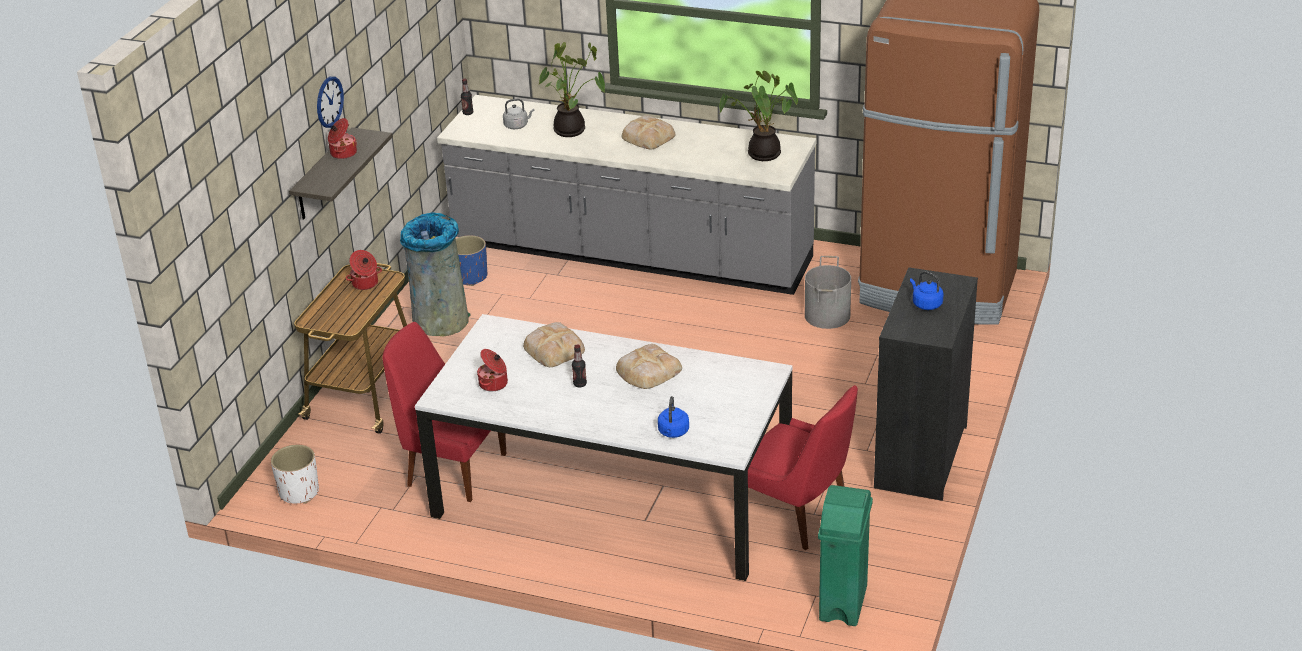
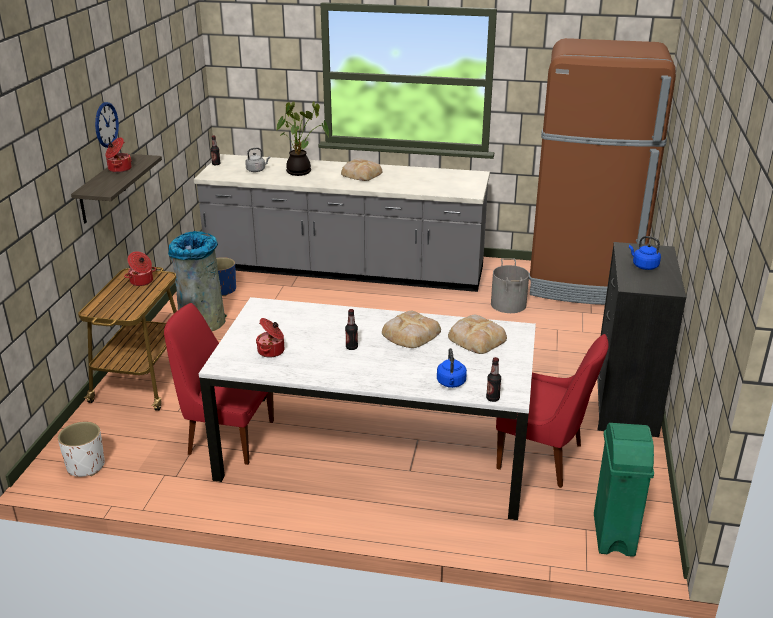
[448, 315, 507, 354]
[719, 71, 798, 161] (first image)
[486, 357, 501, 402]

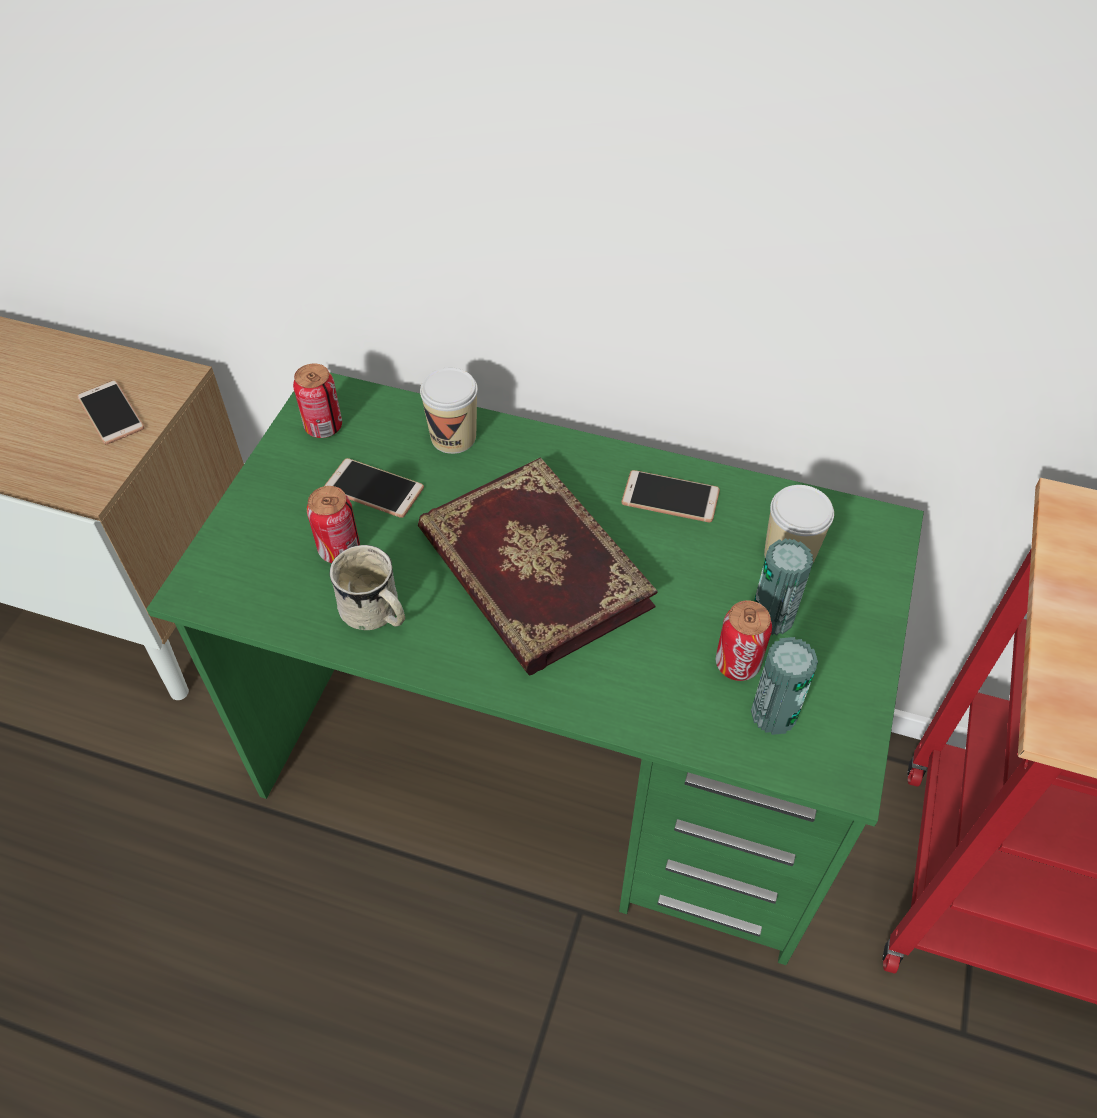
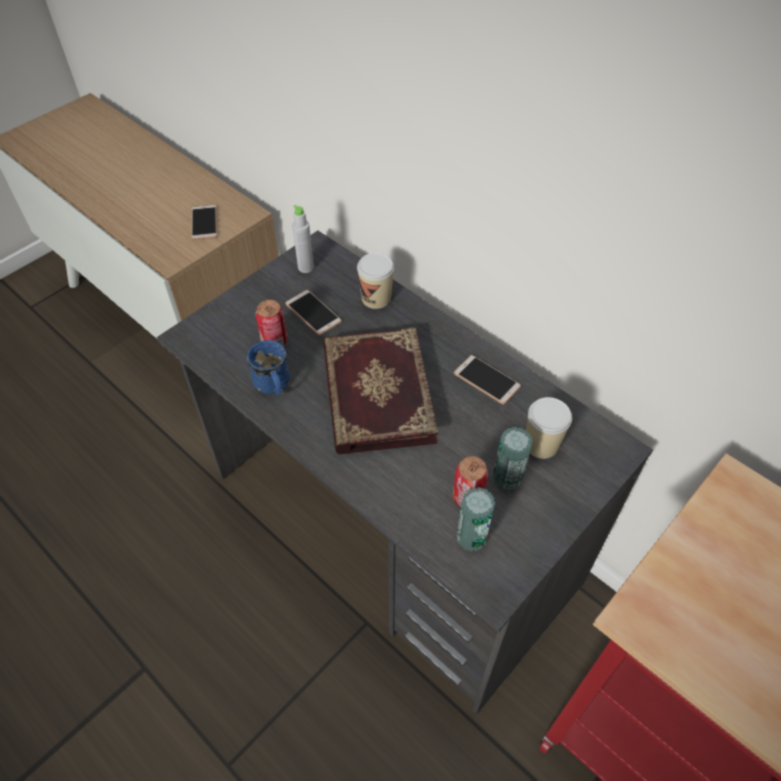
[157, 231, 653, 715]
[292, 205, 314, 273]
[247, 340, 290, 396]

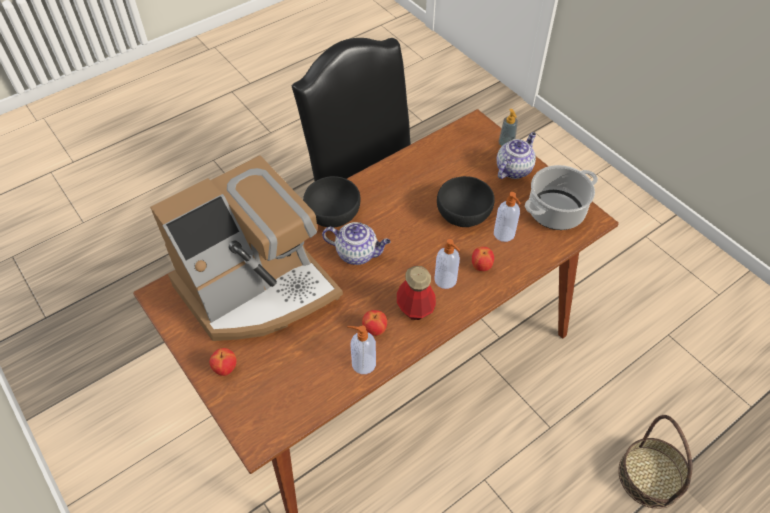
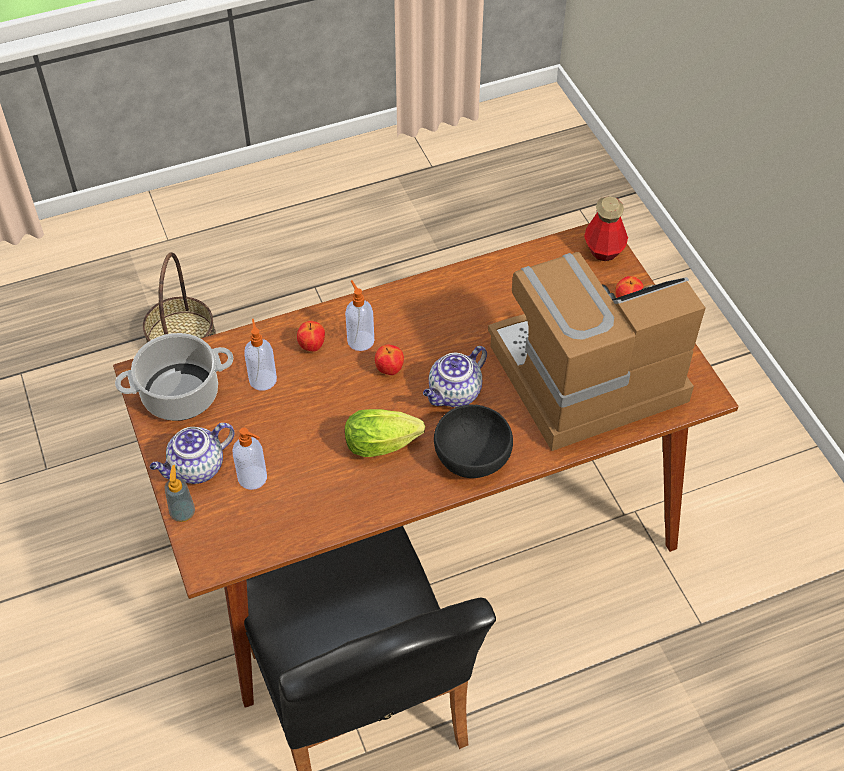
[423, 346, 487, 407]
[233, 428, 267, 490]
[375, 344, 404, 375]
[584, 196, 628, 261]
[437, 176, 495, 227] (first image)
[345, 409, 425, 457]

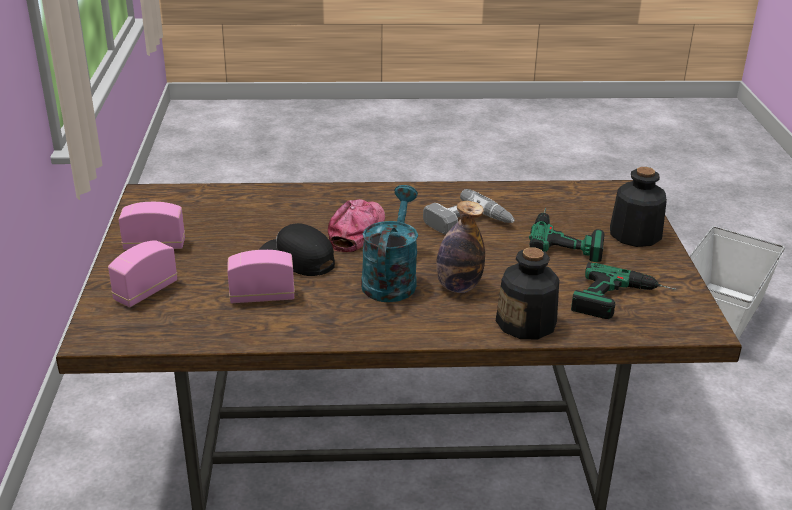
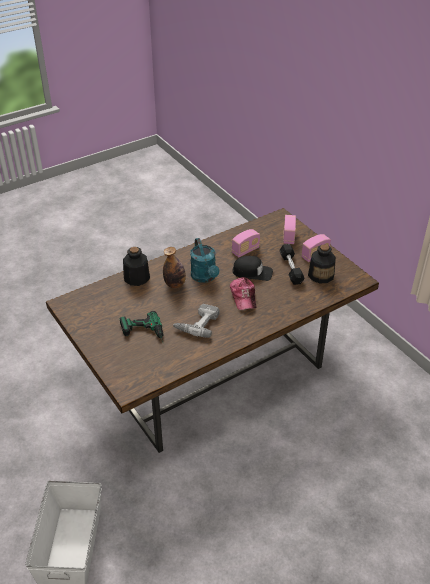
[571, 262, 676, 319] (first image)
[308, 244, 336, 283]
[279, 244, 305, 285]

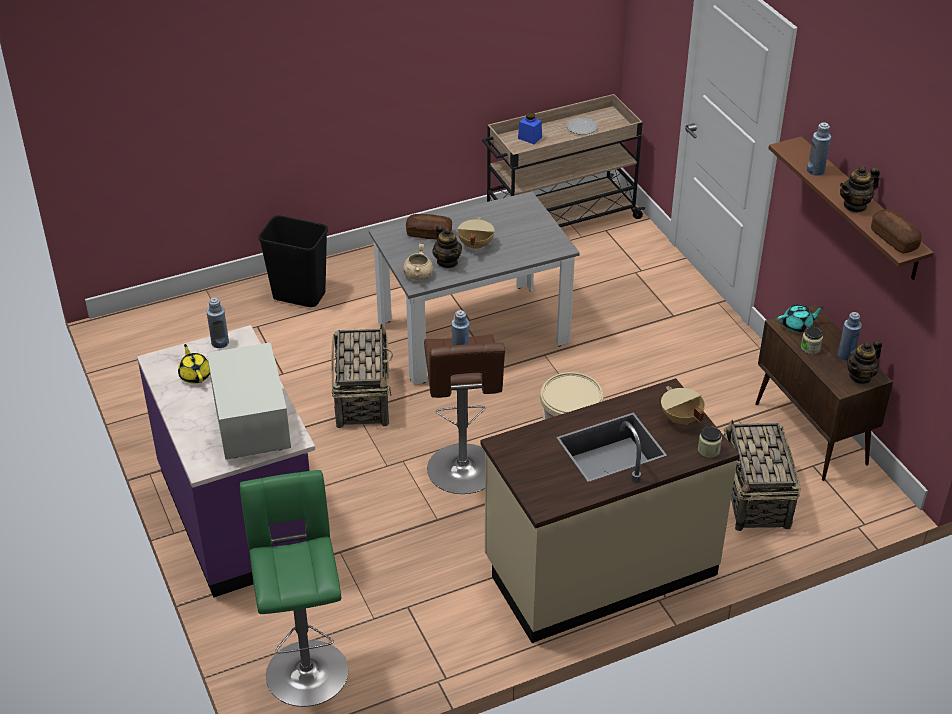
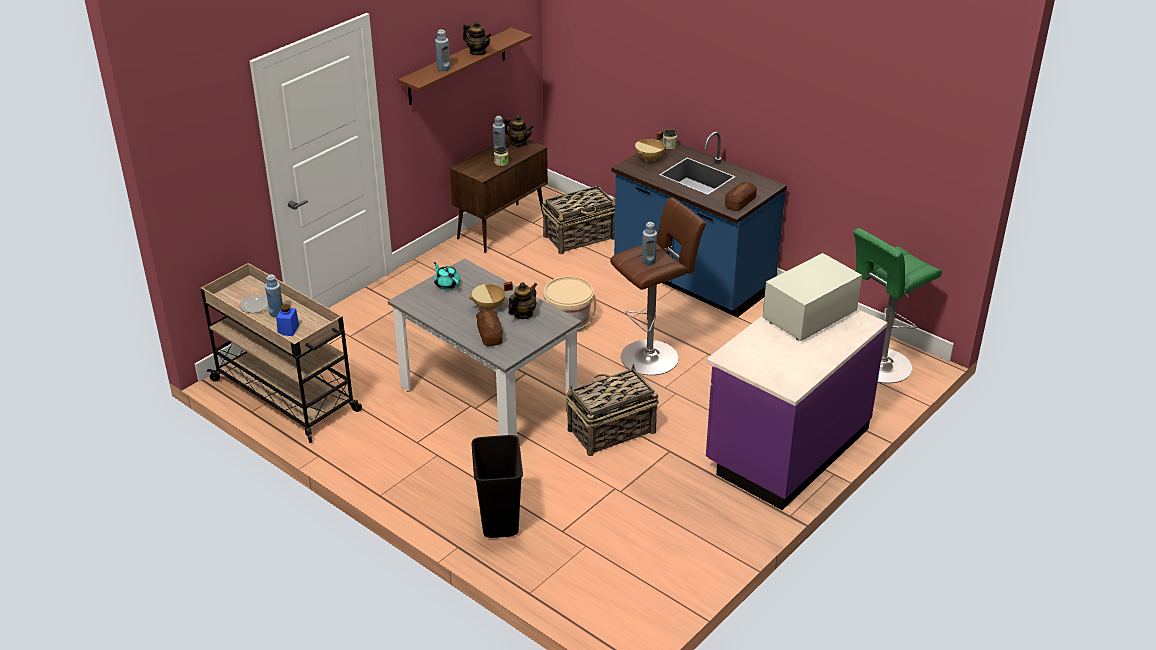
[178, 344, 210, 384] (first image)
[265, 274, 283, 318]
[403, 244, 433, 280] (first image)
[612, 132, 787, 317]
[434, 262, 460, 290]
[725, 182, 757, 211]

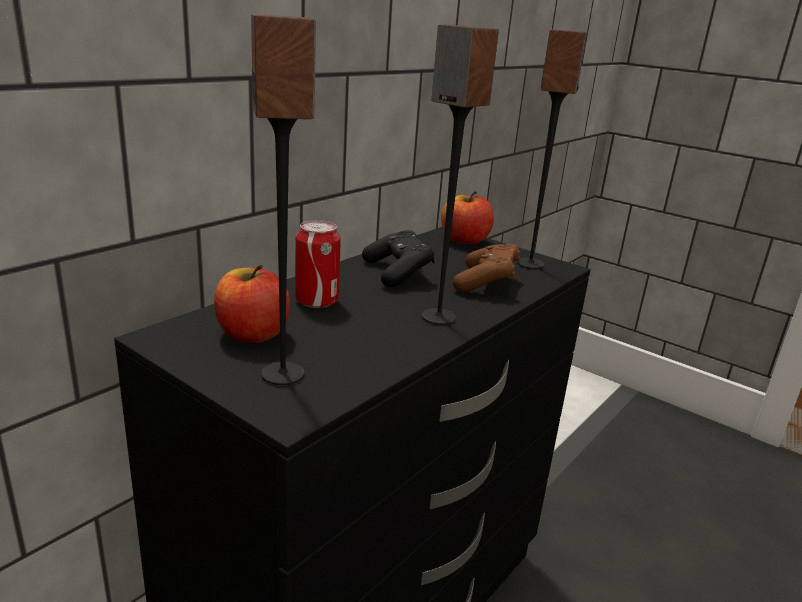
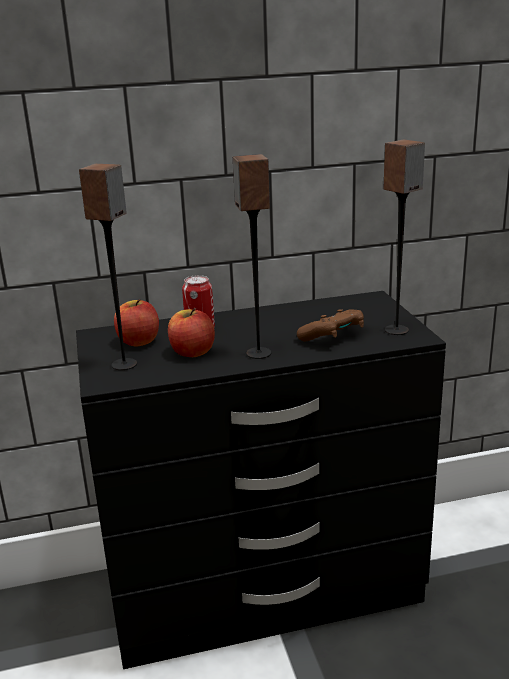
[362, 230, 434, 287] (first image)
[168, 308, 215, 357]

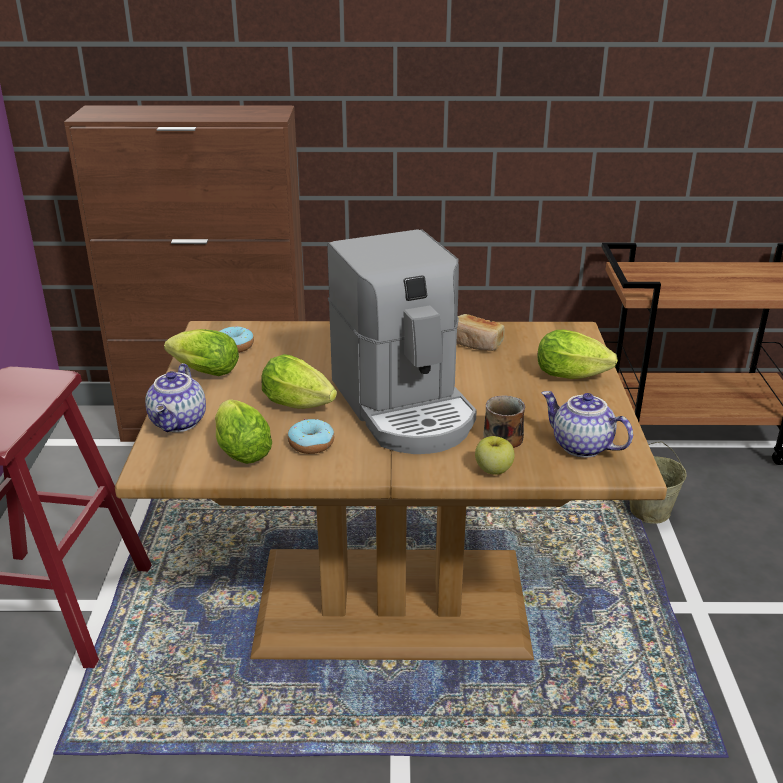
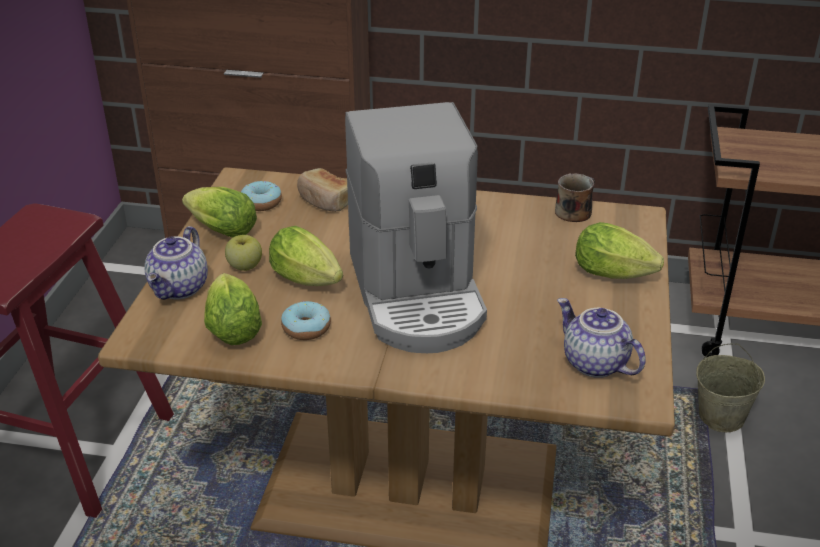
[297, 168, 348, 212]
[225, 235, 262, 271]
[555, 174, 595, 222]

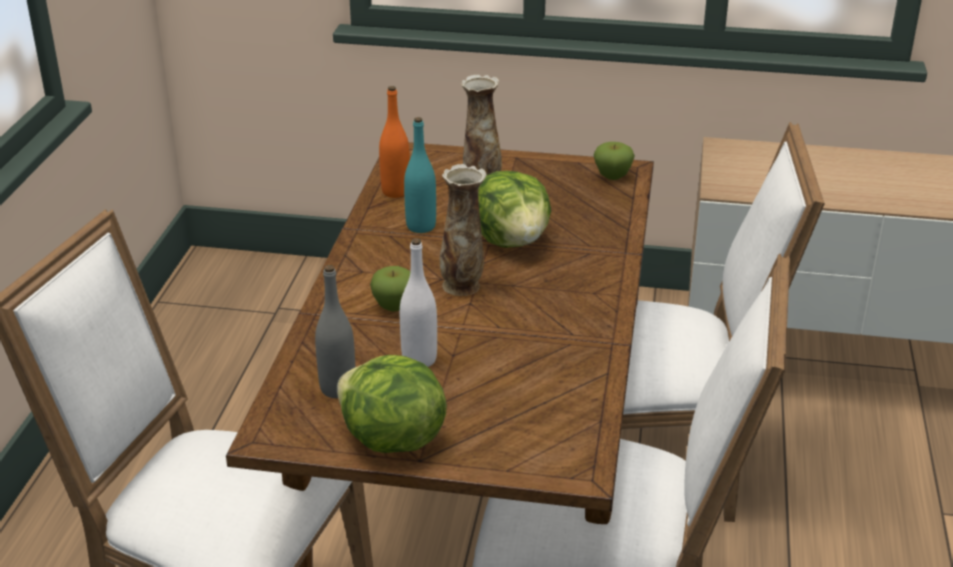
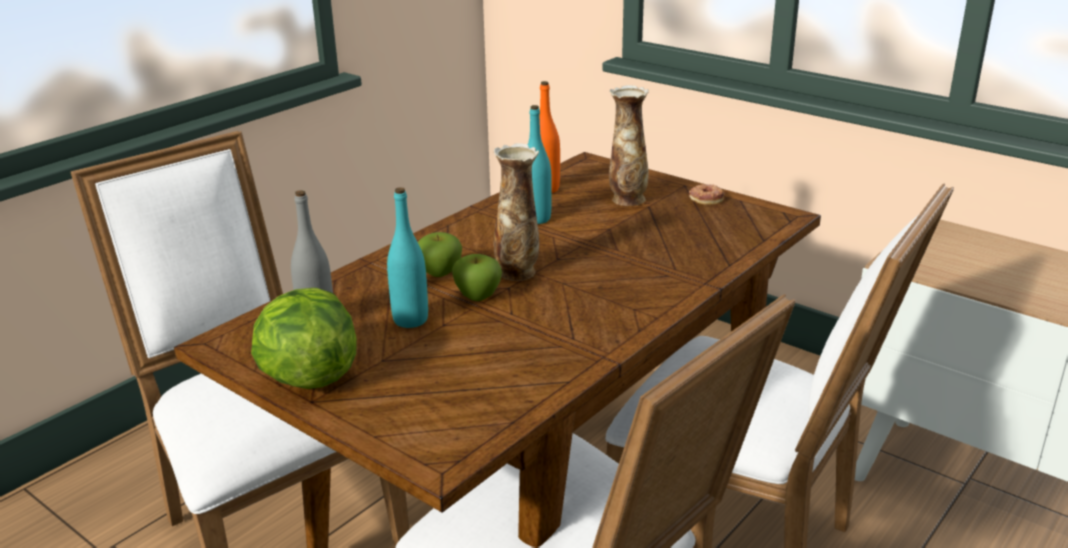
[387, 187, 428, 328]
[478, 171, 551, 248] (first image)
[452, 254, 502, 301]
[689, 184, 725, 204]

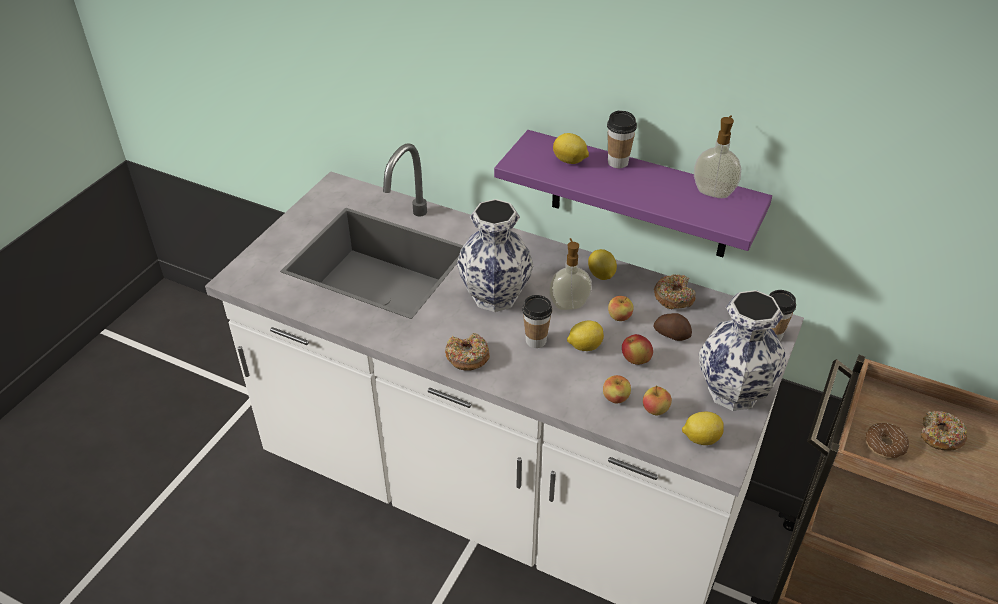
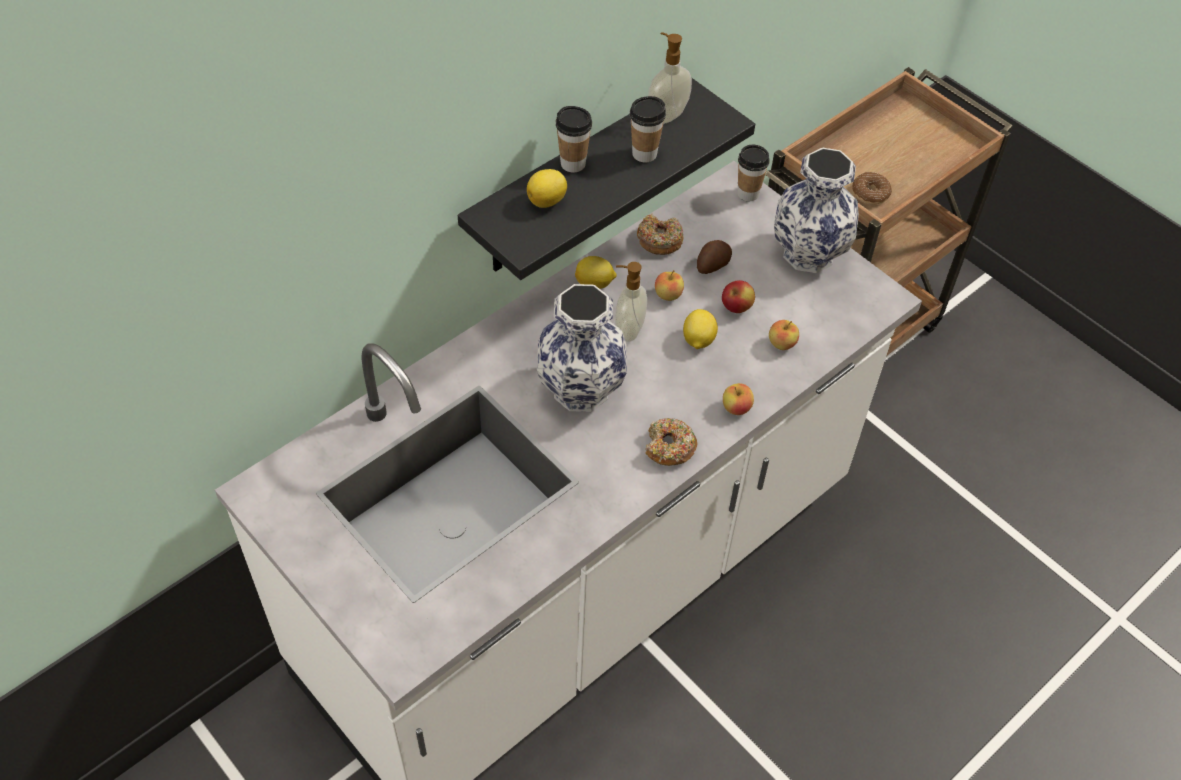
[458, 78, 755, 280]
[630, 96, 666, 162]
[723, 383, 754, 415]
[682, 411, 724, 445] (first image)
[921, 411, 967, 450] (first image)

